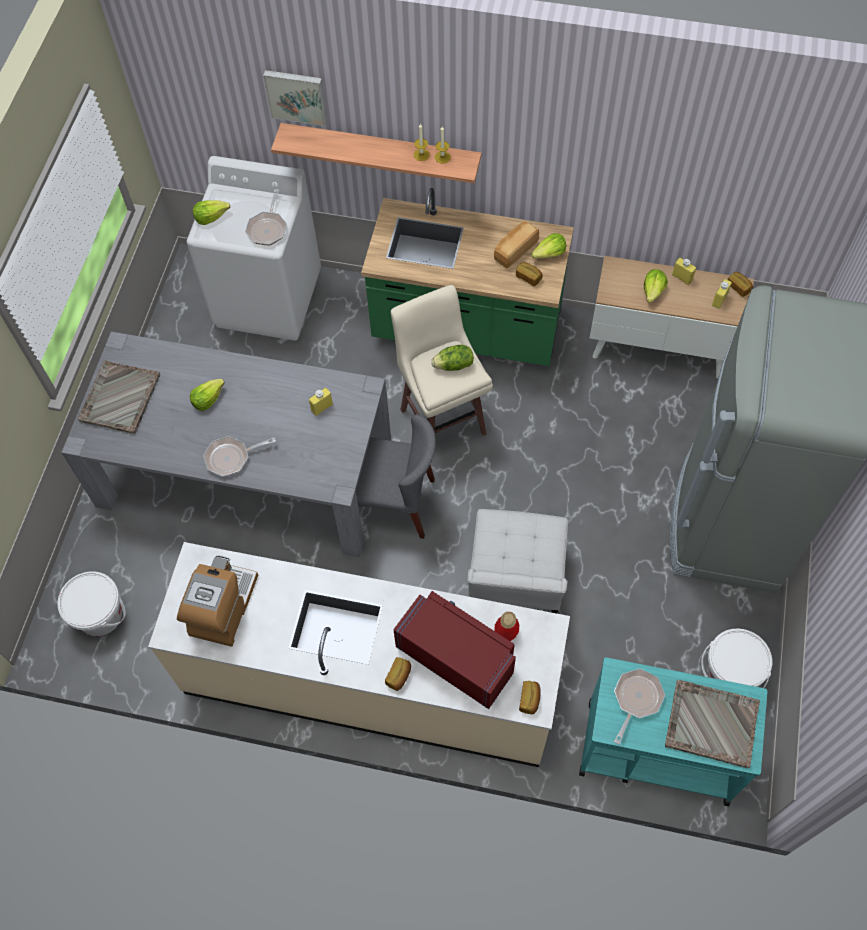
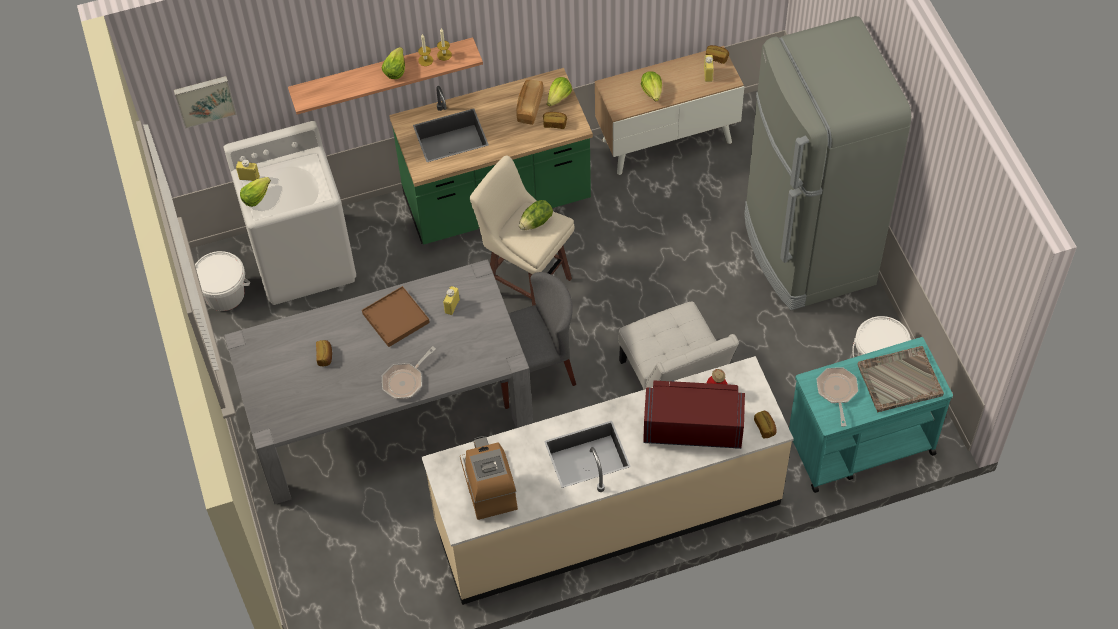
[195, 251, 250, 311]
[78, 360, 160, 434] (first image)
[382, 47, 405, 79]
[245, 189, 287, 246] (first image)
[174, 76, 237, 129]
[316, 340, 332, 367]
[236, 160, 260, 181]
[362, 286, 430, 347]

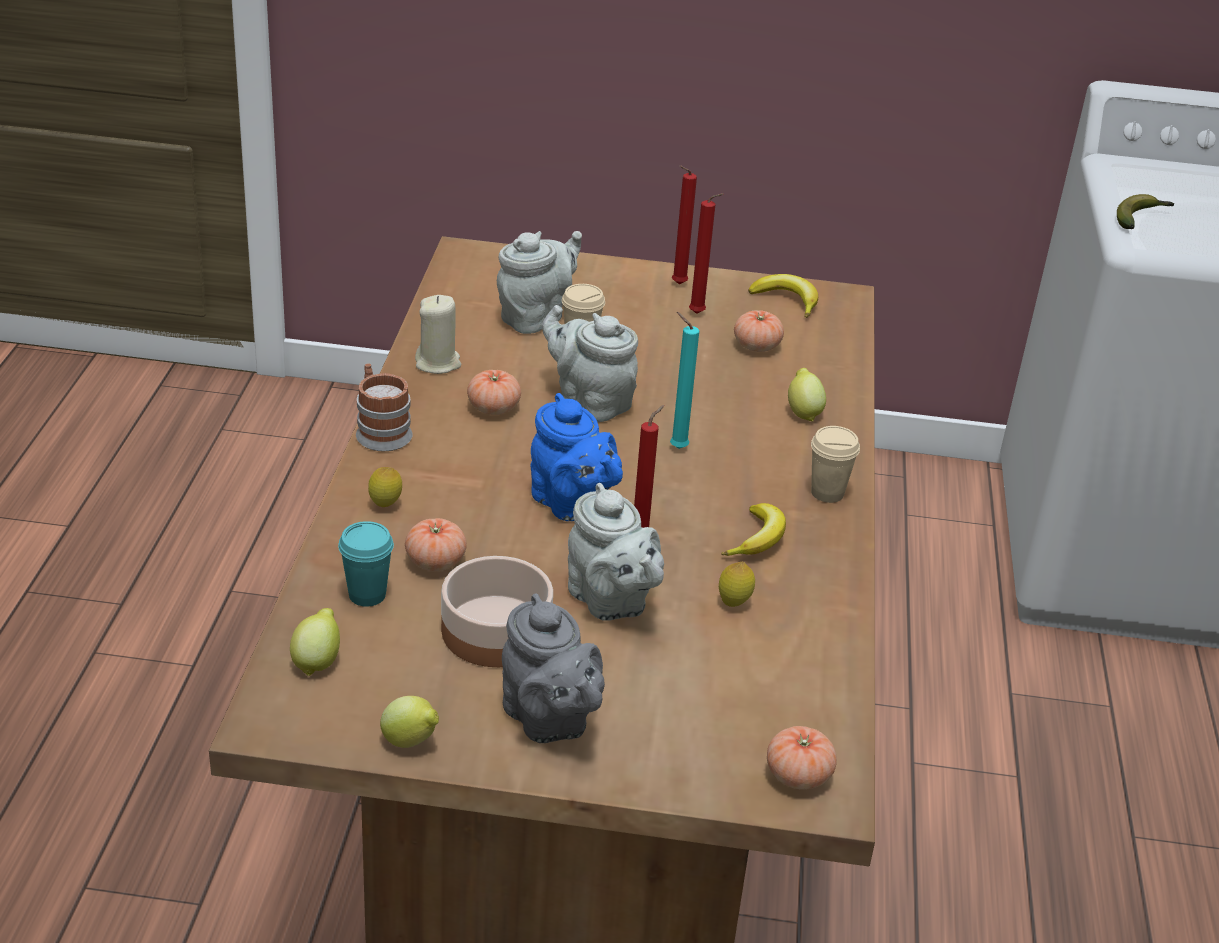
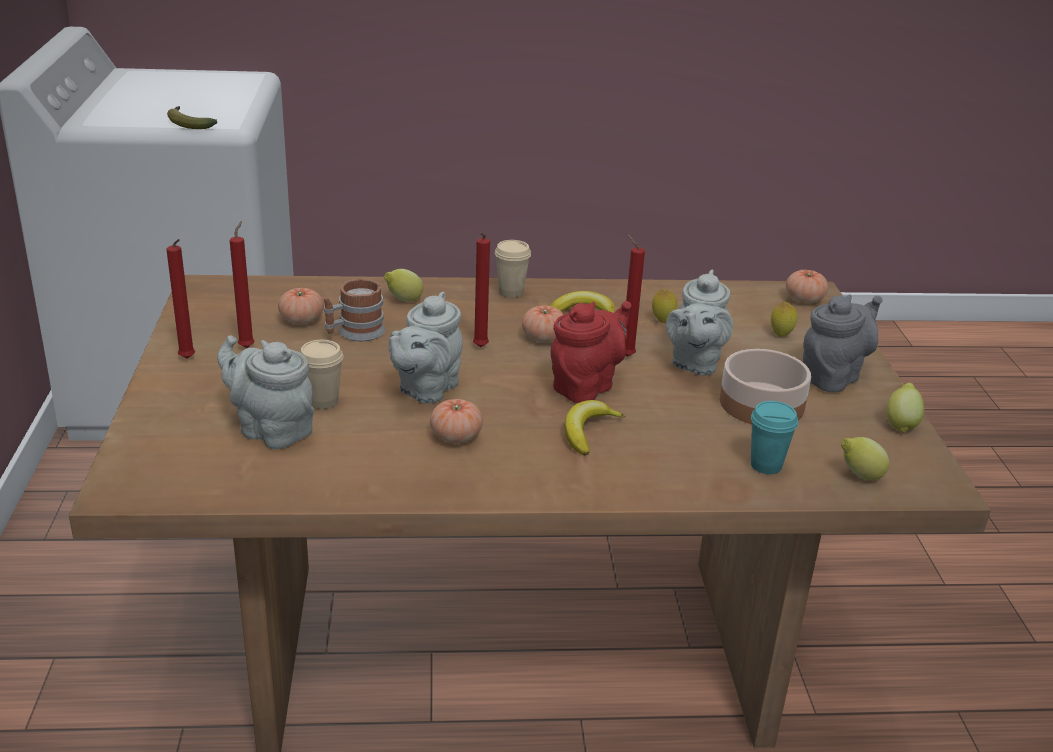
[324, 278, 385, 341]
[771, 301, 798, 337]
[522, 305, 564, 343]
[415, 295, 461, 374] (first image)
[551, 301, 631, 403]
[666, 270, 733, 376]
[473, 233, 490, 347]
[565, 400, 626, 456]

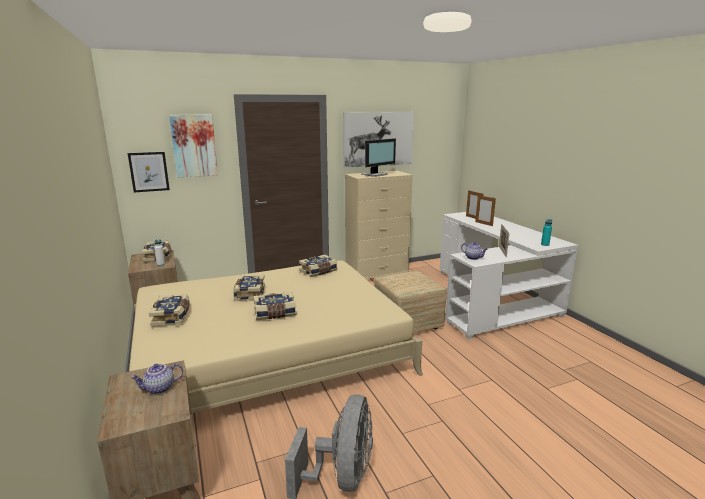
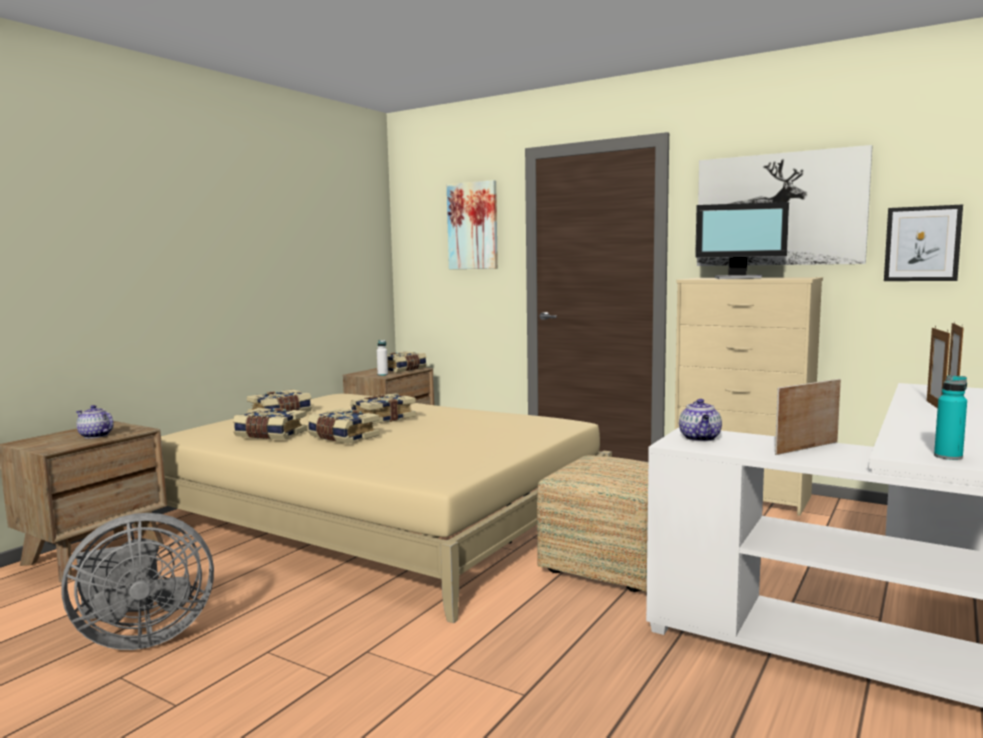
[884, 204, 963, 281]
[233, 408, 307, 439]

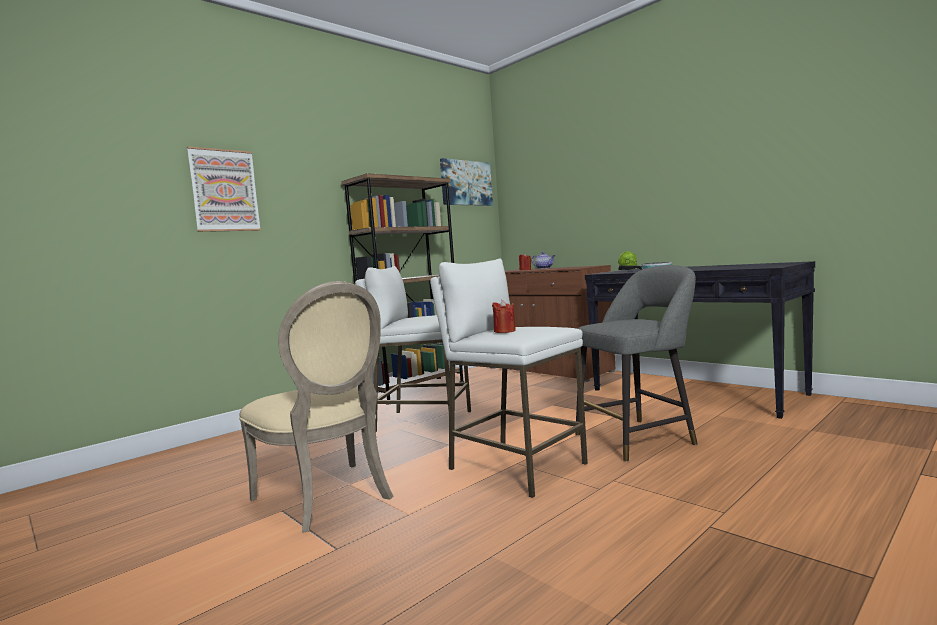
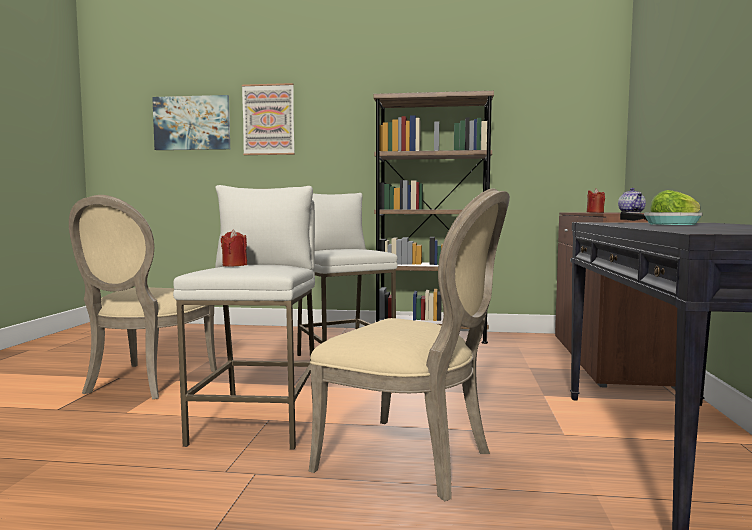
[152, 95, 230, 150]
[309, 188, 510, 501]

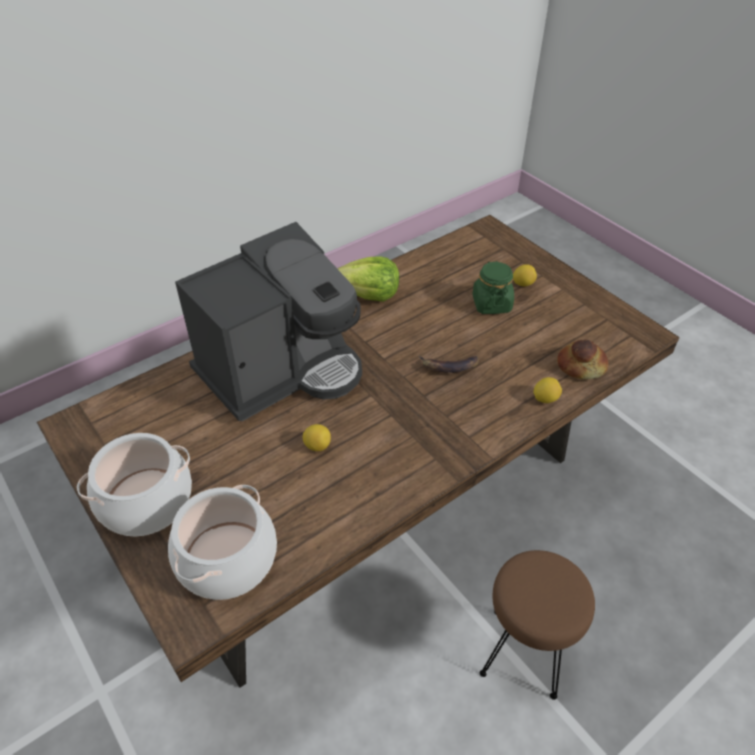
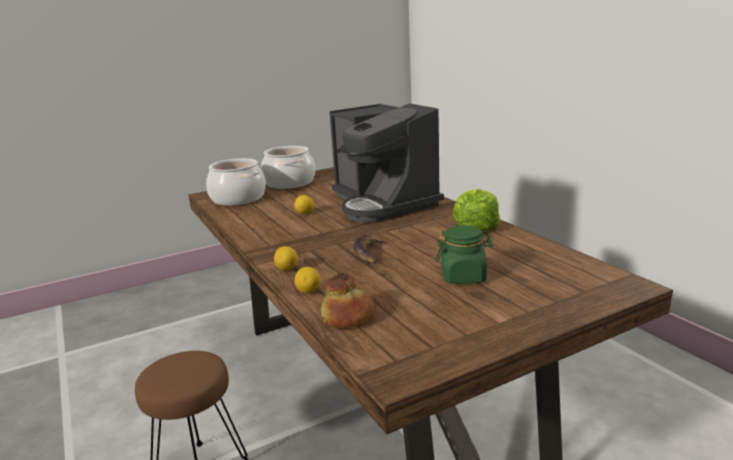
[274, 246, 298, 270]

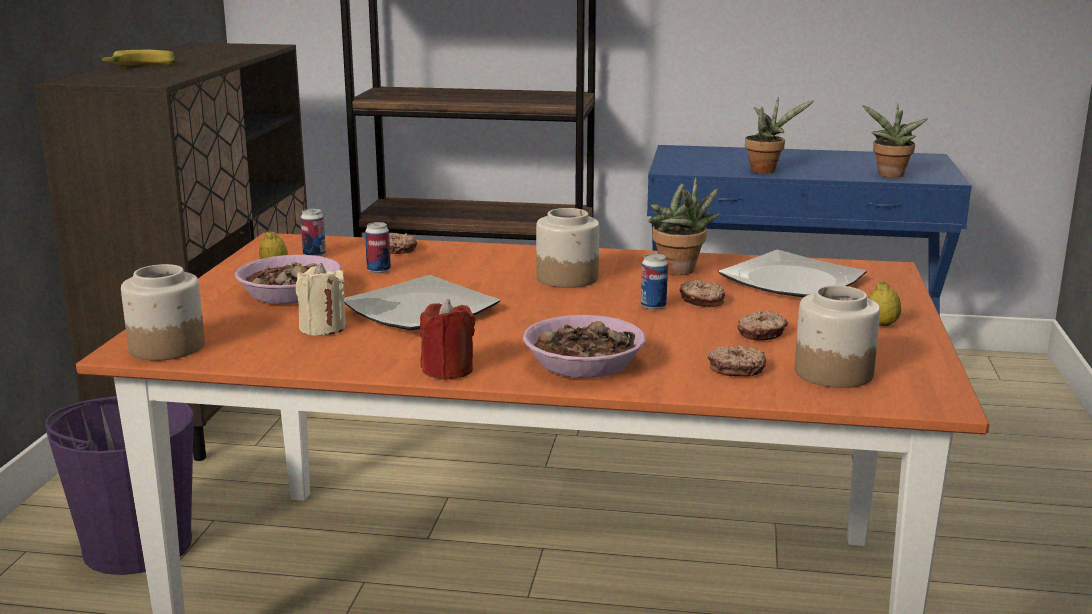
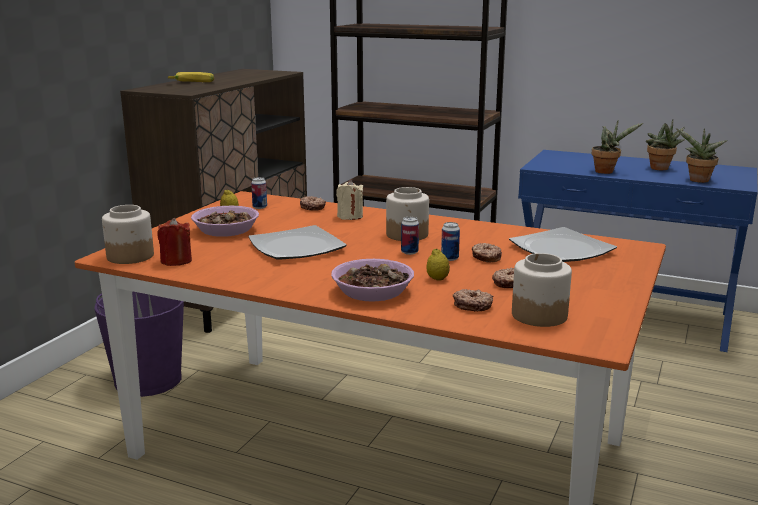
[336, 180, 363, 220]
[401, 217, 419, 255]
[157, 218, 192, 266]
[646, 120, 685, 170]
[426, 249, 450, 281]

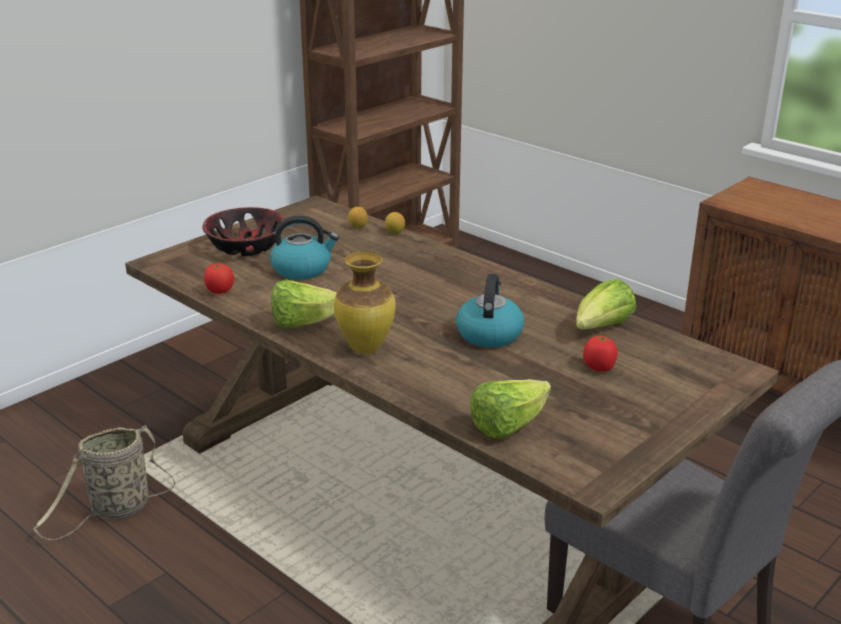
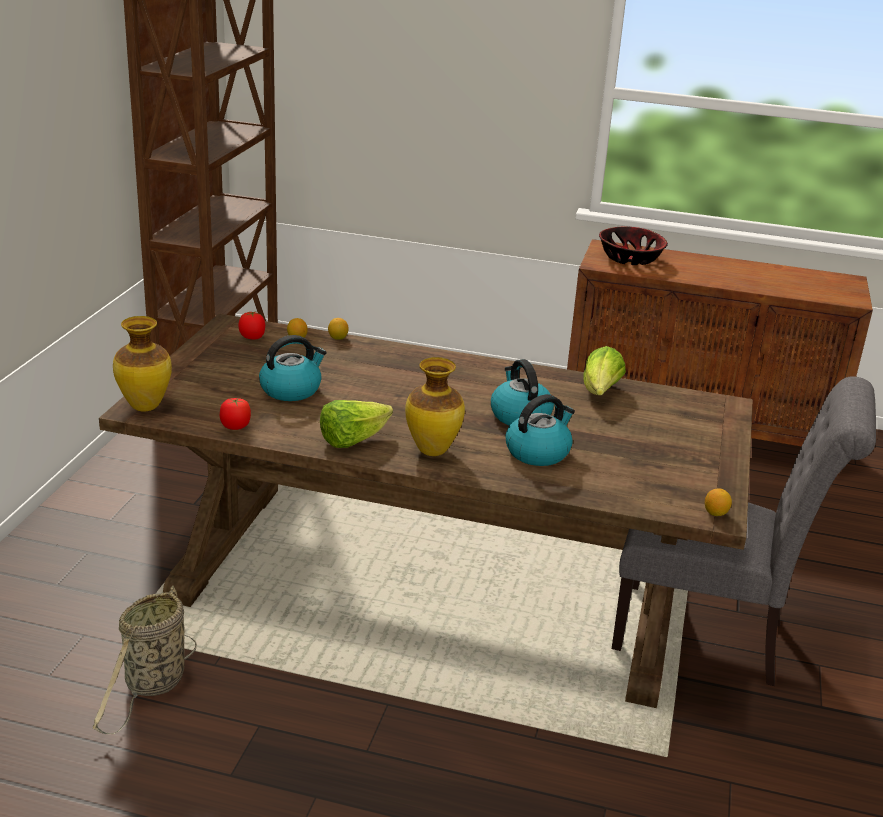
[599, 227, 668, 265]
[470, 379, 551, 439] (first image)
[238, 311, 265, 340]
[113, 316, 172, 412]
[506, 394, 575, 466]
[705, 488, 732, 516]

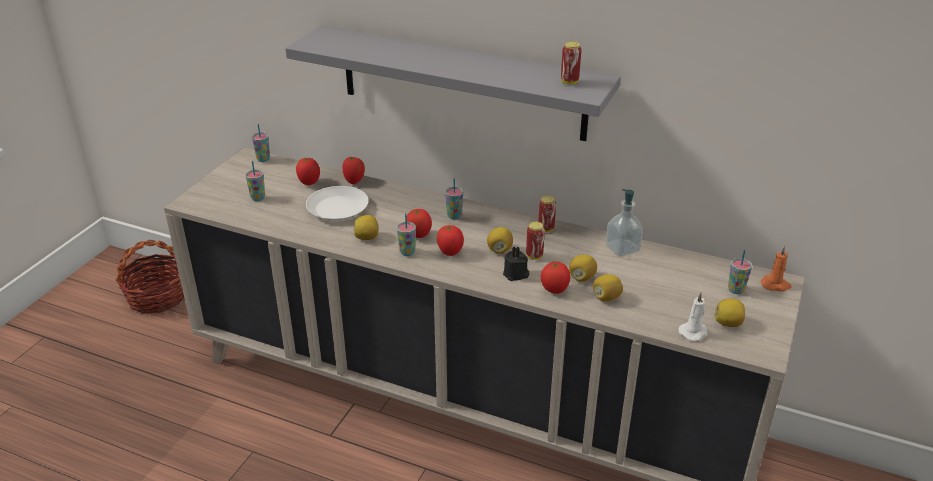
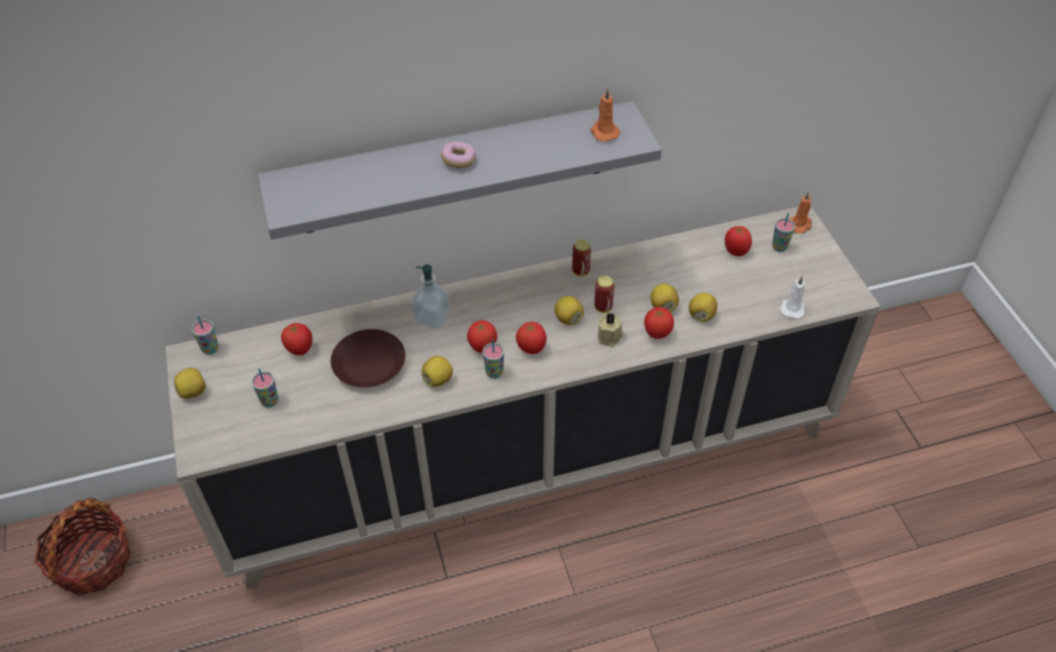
[331, 329, 405, 388]
[725, 226, 752, 256]
[445, 178, 463, 219] (first image)
[598, 313, 623, 347]
[590, 88, 620, 142]
[412, 264, 450, 329]
[174, 368, 206, 399]
[441, 142, 476, 168]

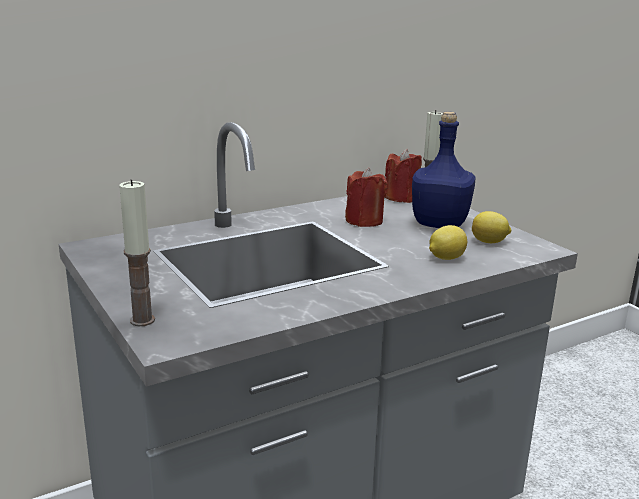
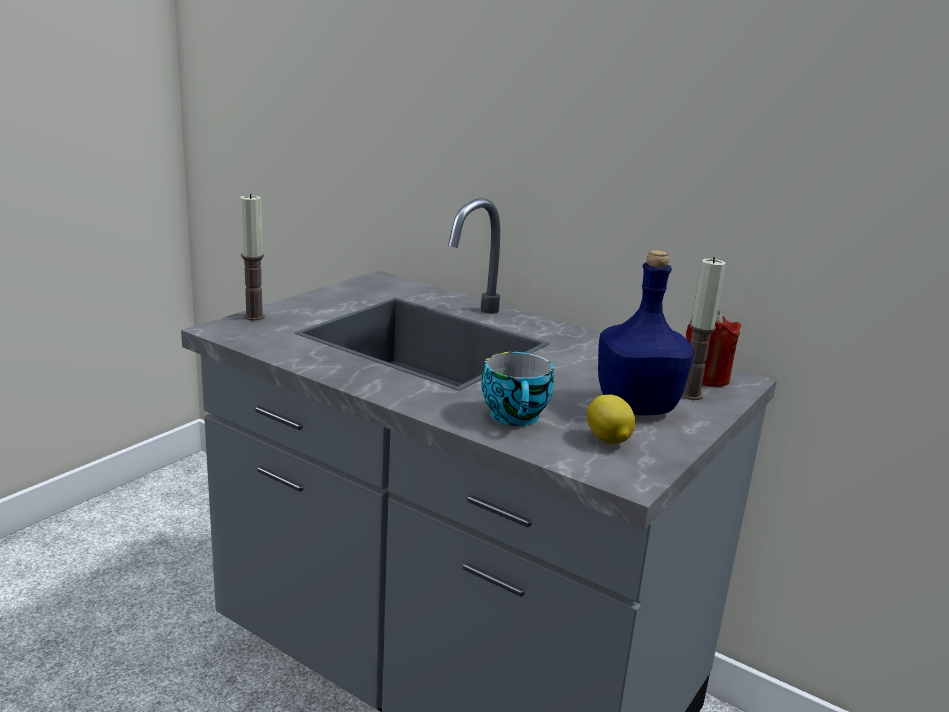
[345, 168, 387, 227] (first image)
[481, 352, 554, 426]

